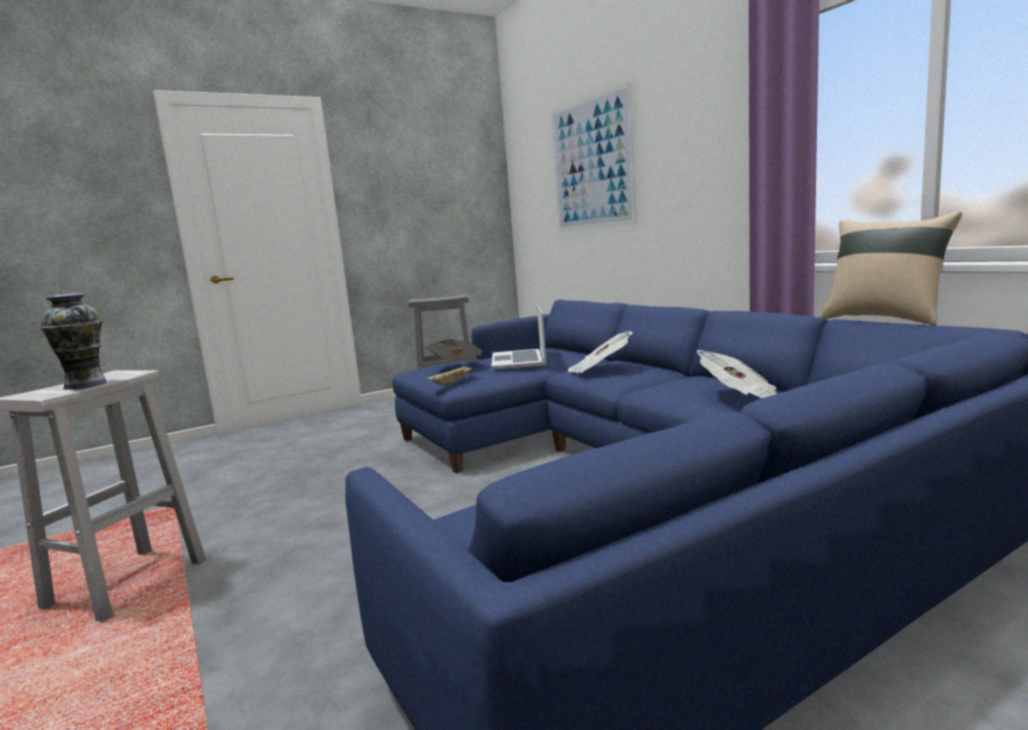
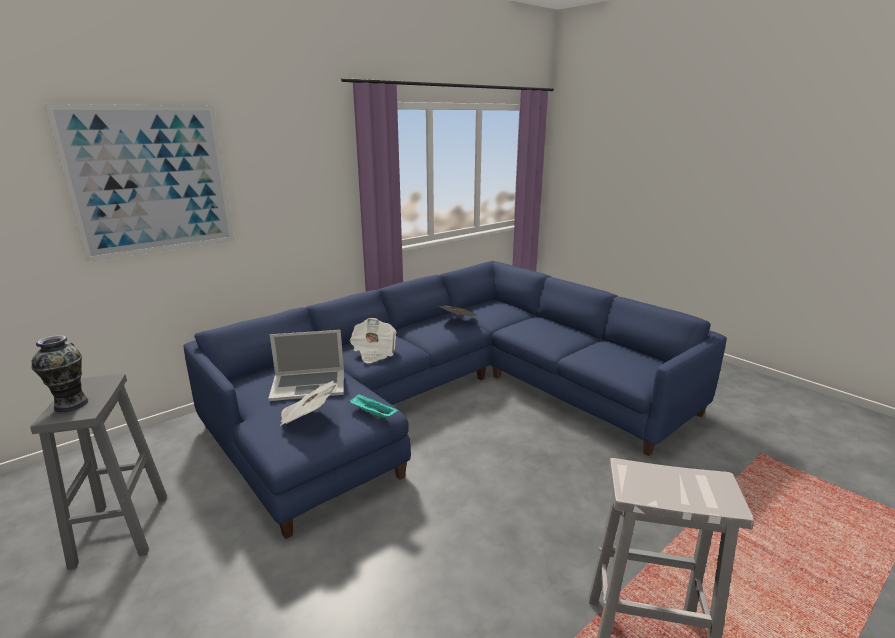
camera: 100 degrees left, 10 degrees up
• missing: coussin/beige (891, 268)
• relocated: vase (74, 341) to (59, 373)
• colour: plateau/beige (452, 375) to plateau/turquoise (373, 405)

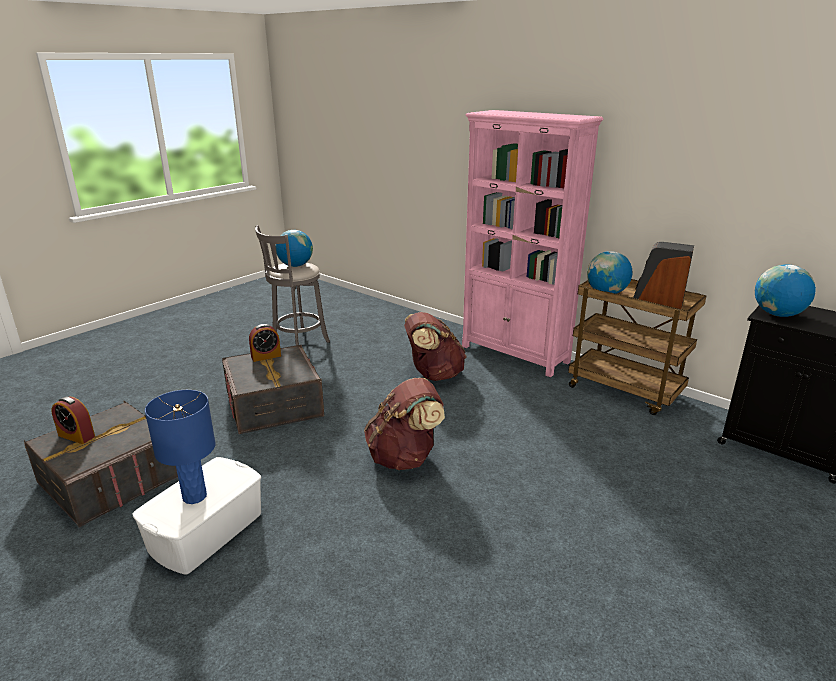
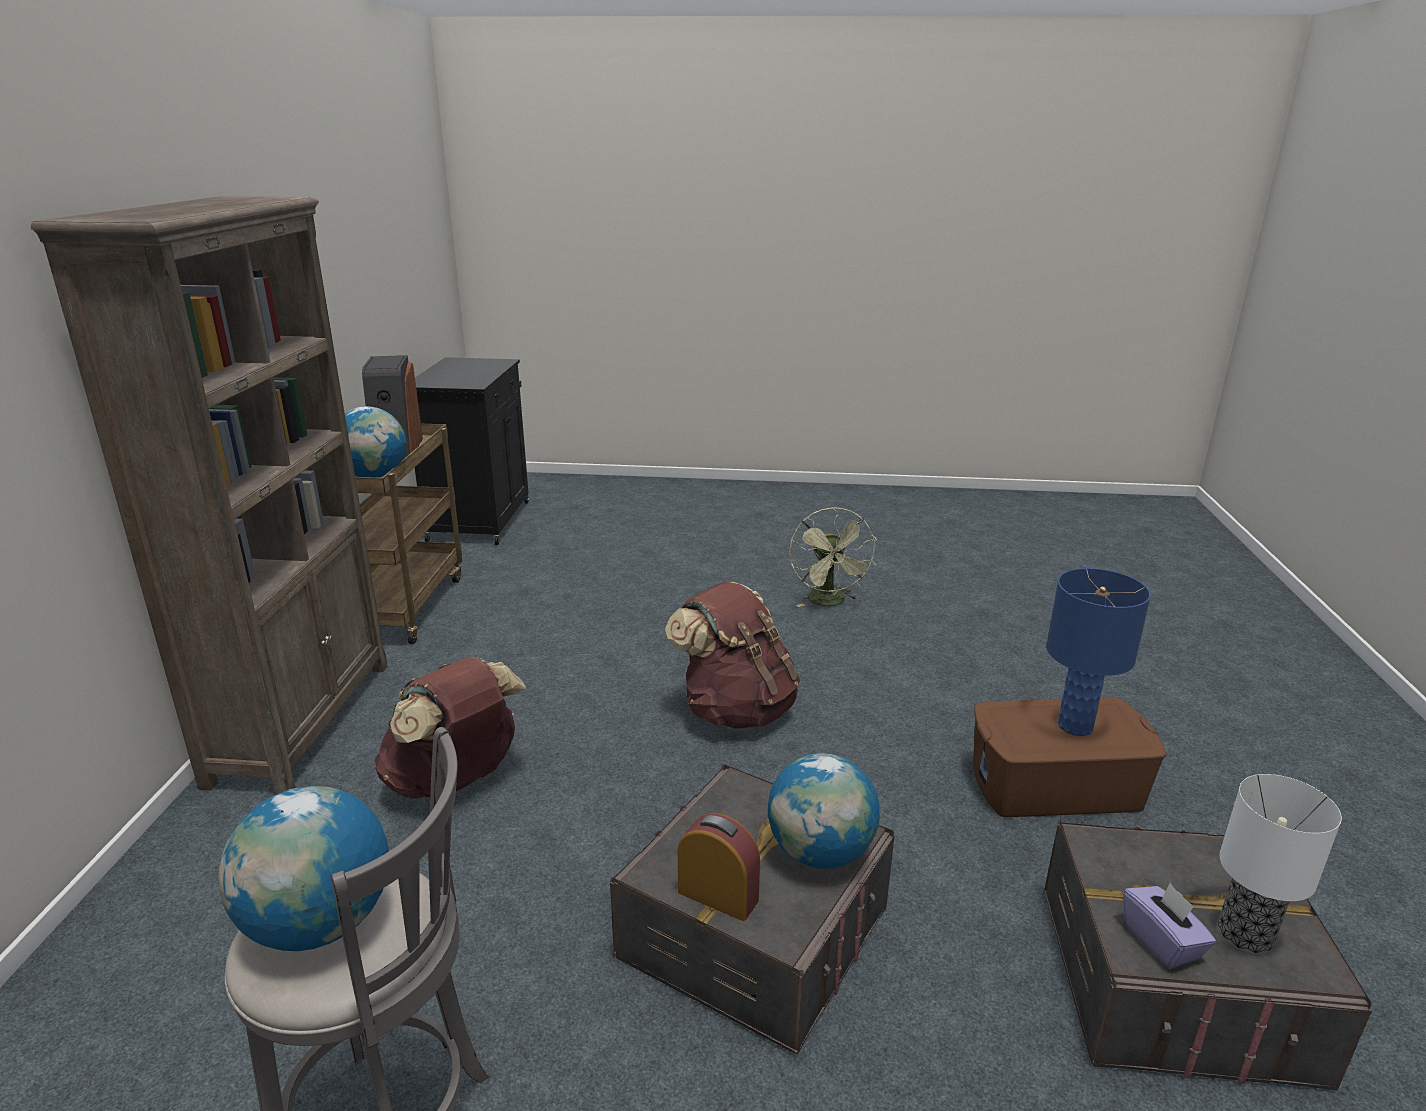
camera: 125 degrees left, 0 degrees up
• colour: bibliothèque/rose (532, 243) to bibliothèque/marron (209, 495)
• relocated: globe (785, 290) to (824, 811)
• exchanged: réveil (73, 420) to lampe de table (1280, 864)
• colour: boîte de rangement/blanc (196, 516) to boîte de rangement/marron (1069, 757)
• appeared: ventilateur/vert (833, 557)
• appeared: boîte à mouchoirs/violet (1169, 926)

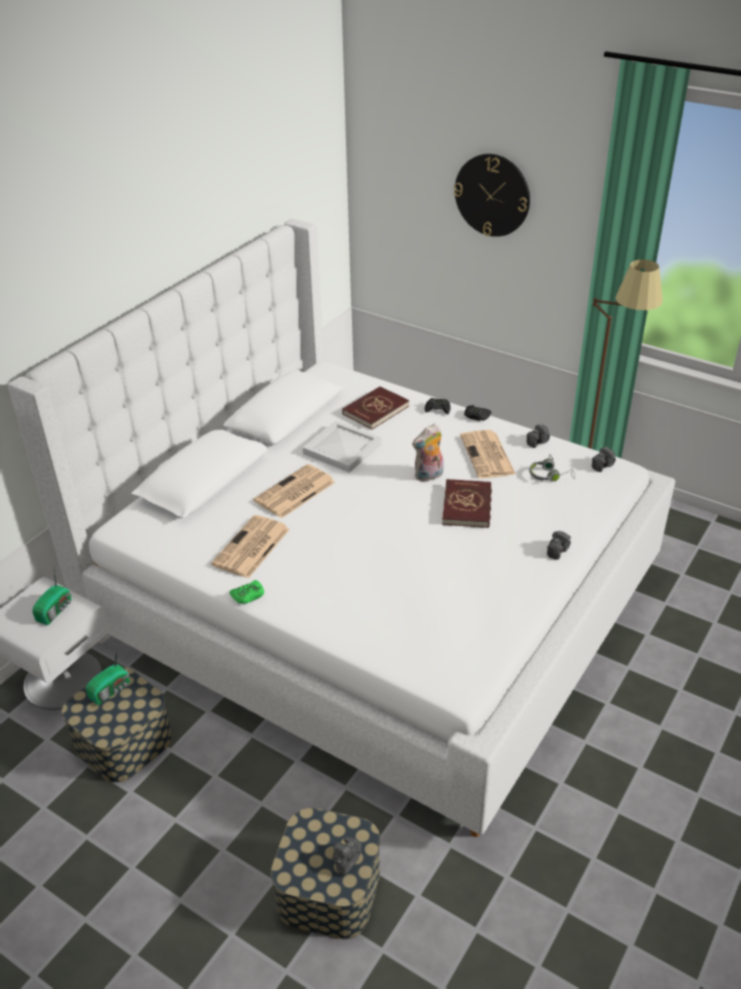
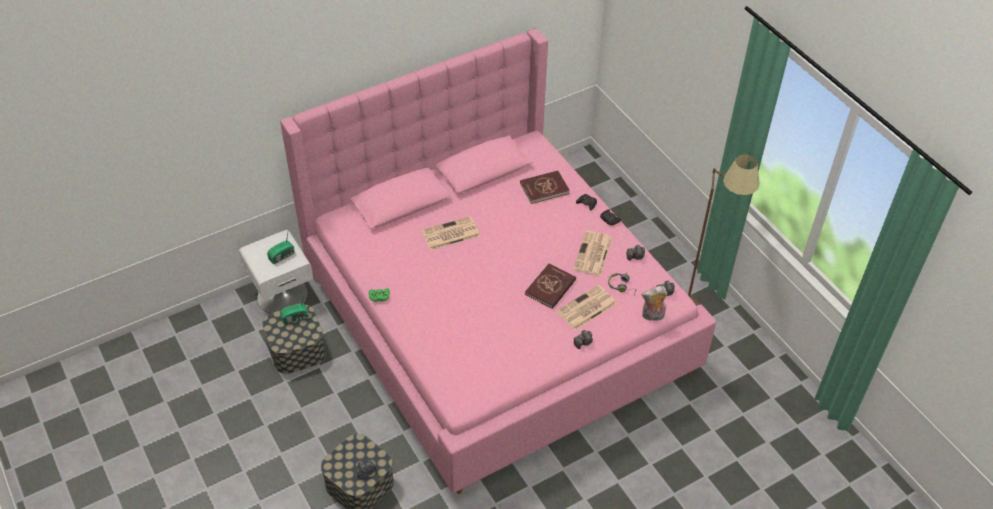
camera: 25 degrees right, 10 degrees up
• missing: horloge murale (492, 195)
• colour: lit/blanc (341, 528) to lit/rose (498, 261)
• missing: plateau/blanc (342, 447)
• relocated: peluche (427, 453) to (654, 303)
• relocated: journal (250, 546) to (586, 307)

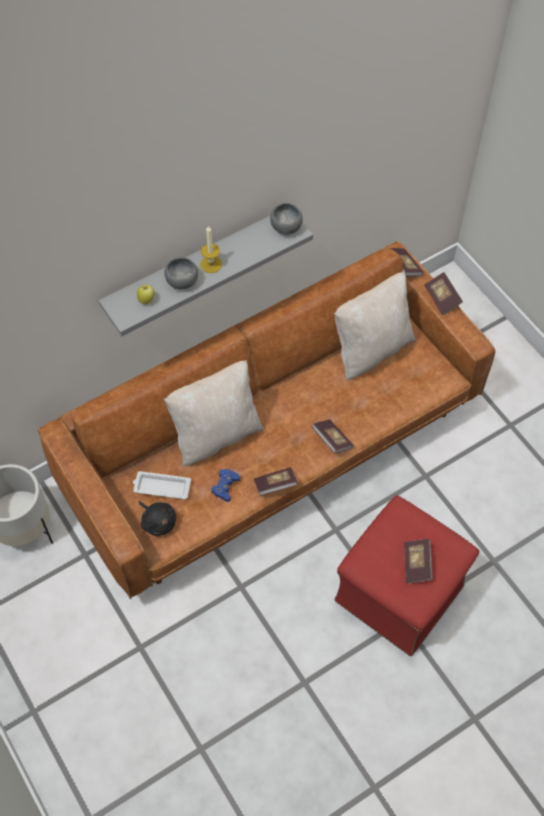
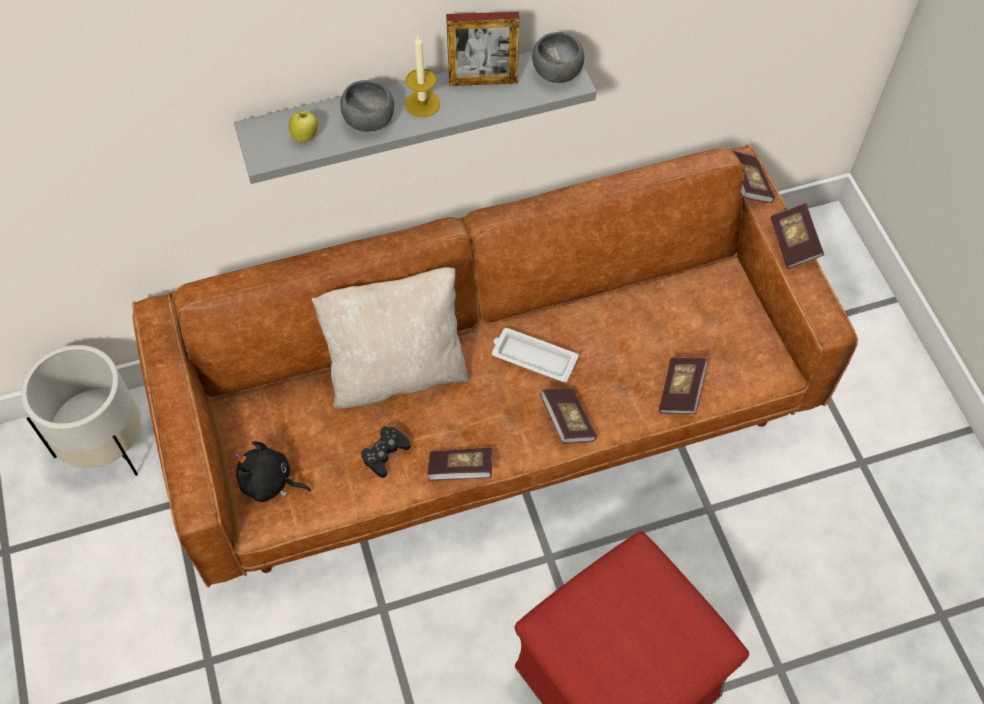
camera: 15 degrees right, 0 degrees up
• missing: coussin/beige (375, 326)
• colour: manette/bleu (225, 485) to manette/noir (385, 452)
• relocated: plateau/blanc (162, 485) to (535, 355)
• spun: peluche/noir (157, 518) = (273, 471) 135 degrees clockwise
• relocated: livre (418, 561) to (683, 386)
• appeared: cadre photo (482, 49)

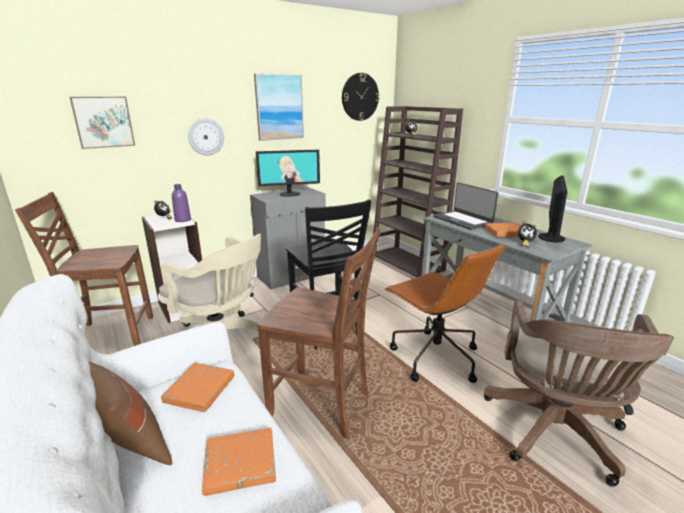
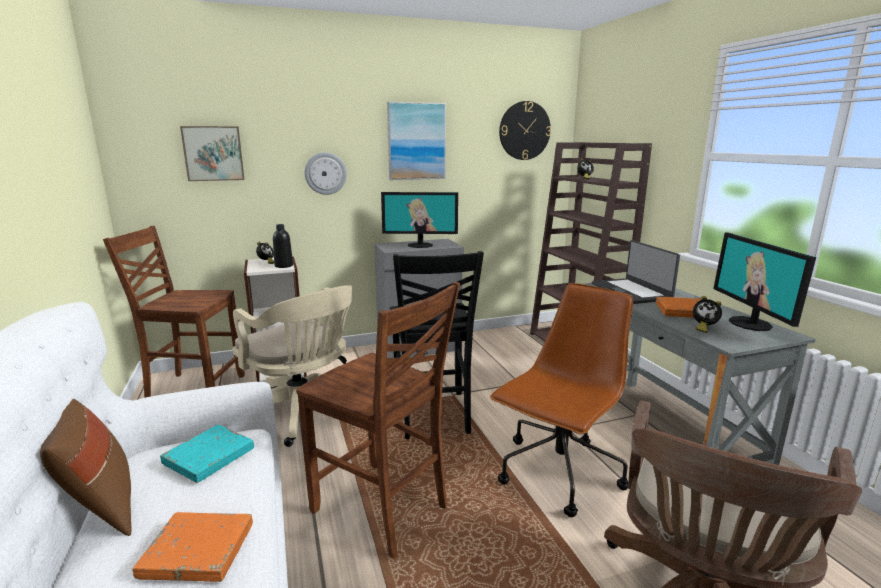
camera: 15 degrees right, 5 degrees down
• spun: écran d'ordinateur (552, 209) = (764, 282) 135 degrees clockwise
• colour: bouteille/violet (181, 203) to bouteille/noir (283, 246)
• spun: chaise de bureau/marron (444, 313) = (561, 400) 120 degrees counterclockwise
• colour: livre/orange (197, 387) to livre/turquoise (207, 454)

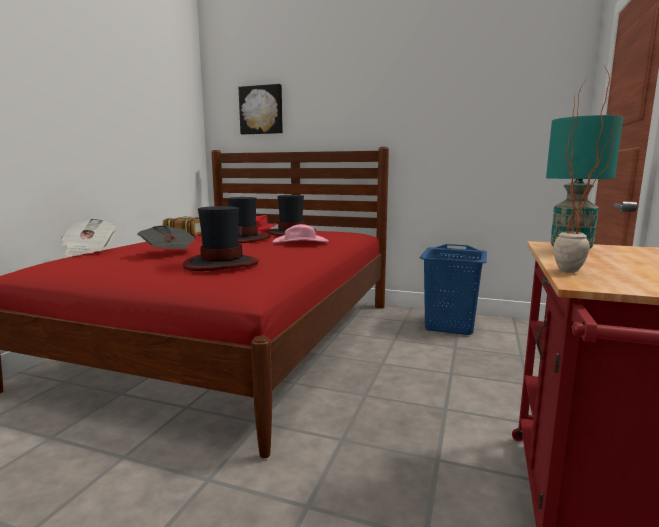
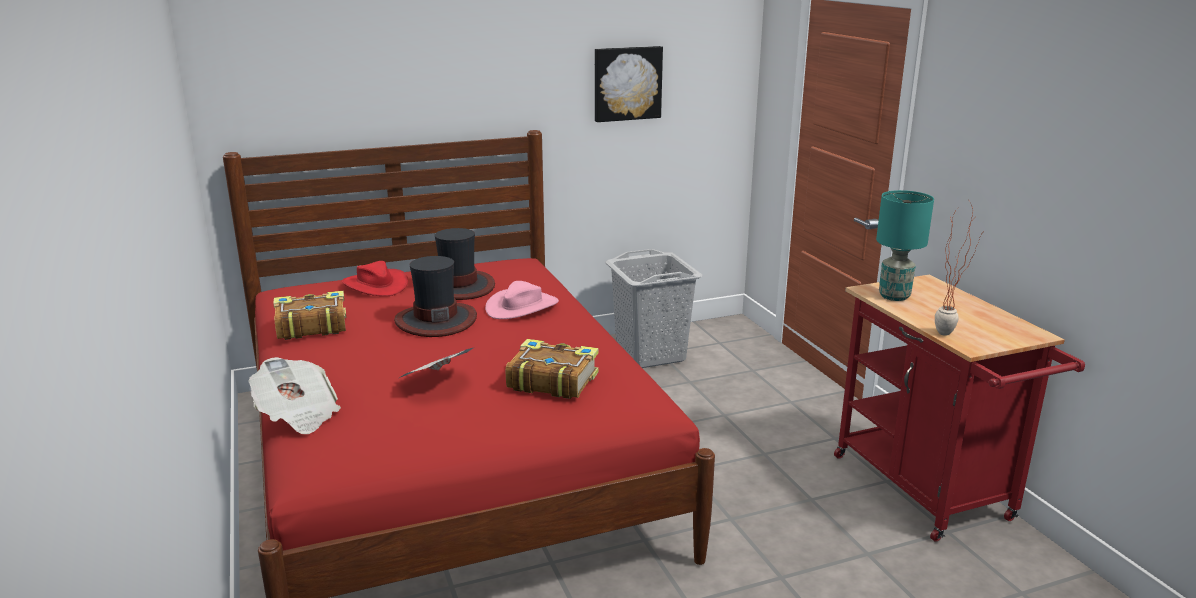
camera: 40 degrees left, 10 degrees up
• relocated: tableau (261, 109) to (629, 84)
• exchanged: chapeau (221, 238) to livre (552, 369)
• colour: panier à linge/bleu (453, 289) to panier à linge/gris (653, 308)

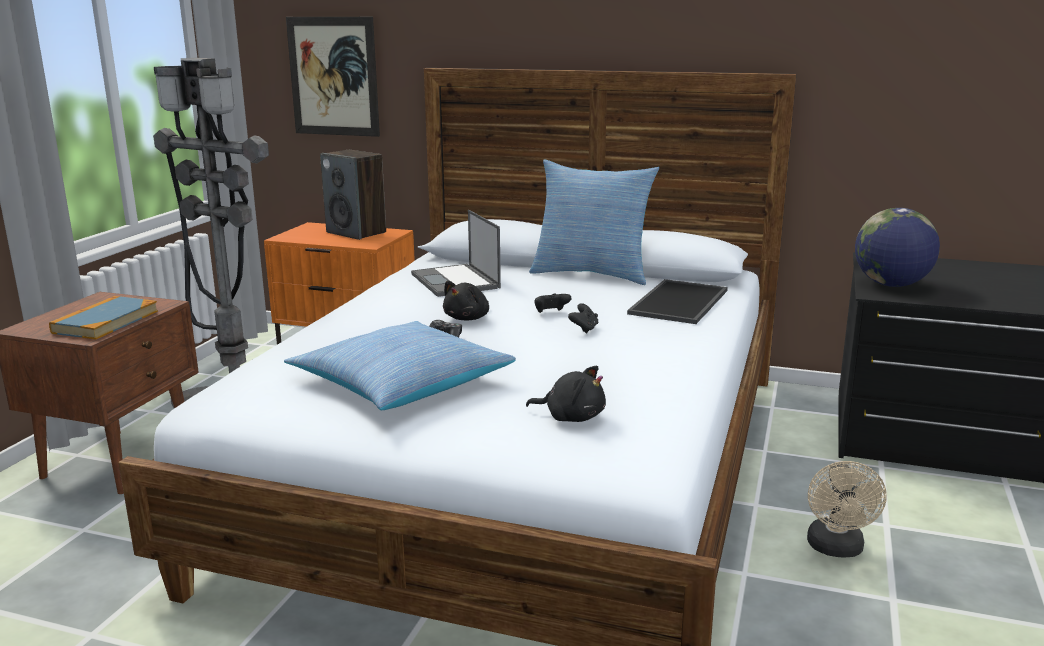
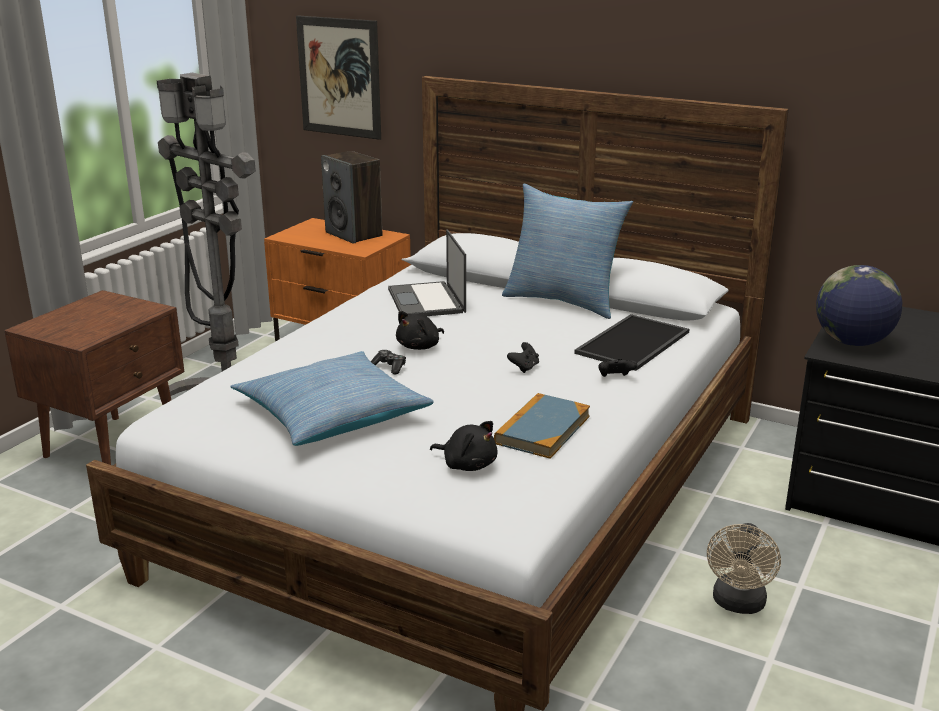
camera: 10 degrees right, 5 degrees up
• relocated: manette/noir (552, 303) to (617, 367)
• relocated: livre (103, 317) to (542, 426)

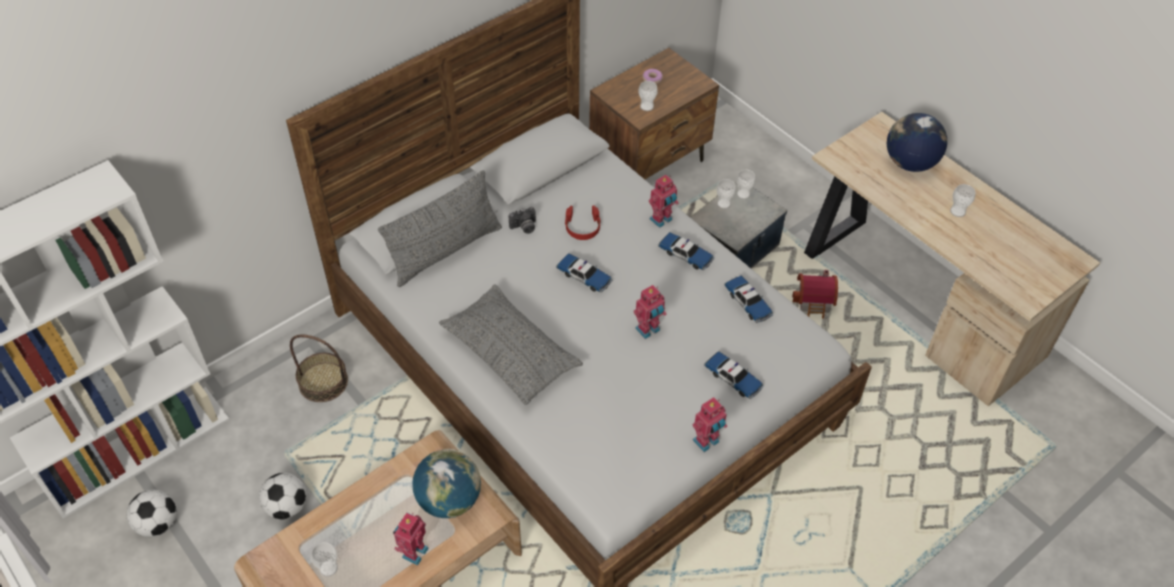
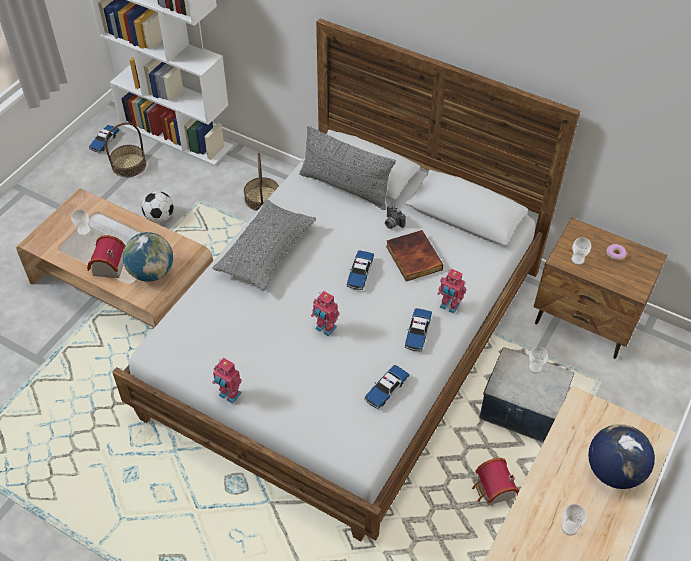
camera: 70 degrees right, 0 degrees up
• missing: tasse (746, 184)
• exchanged: casque audio/rouge (583, 222) to livre (414, 255)
• relocated: petite voiture (734, 375) to (104, 139)
• exchanged: ballon de foot (152, 513) to panier (125, 149)
• exchanged: robot jouet (411, 539) to maison miniature (106, 256)

